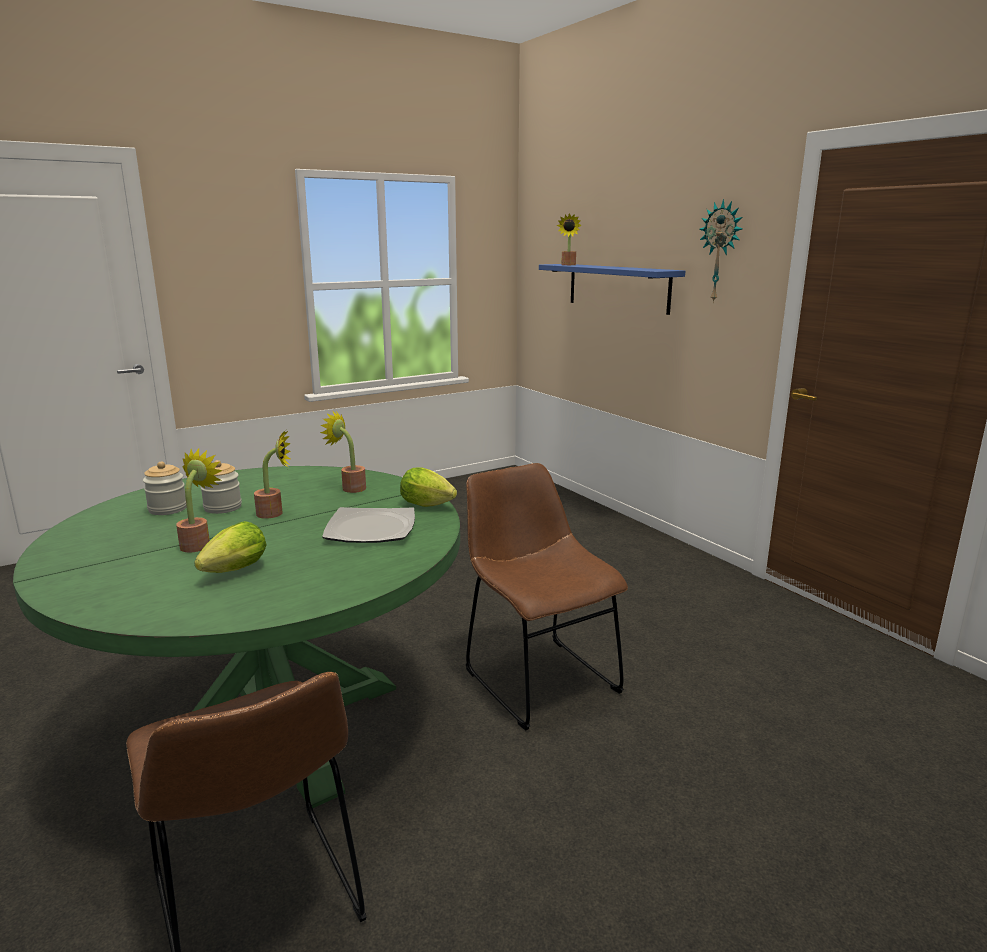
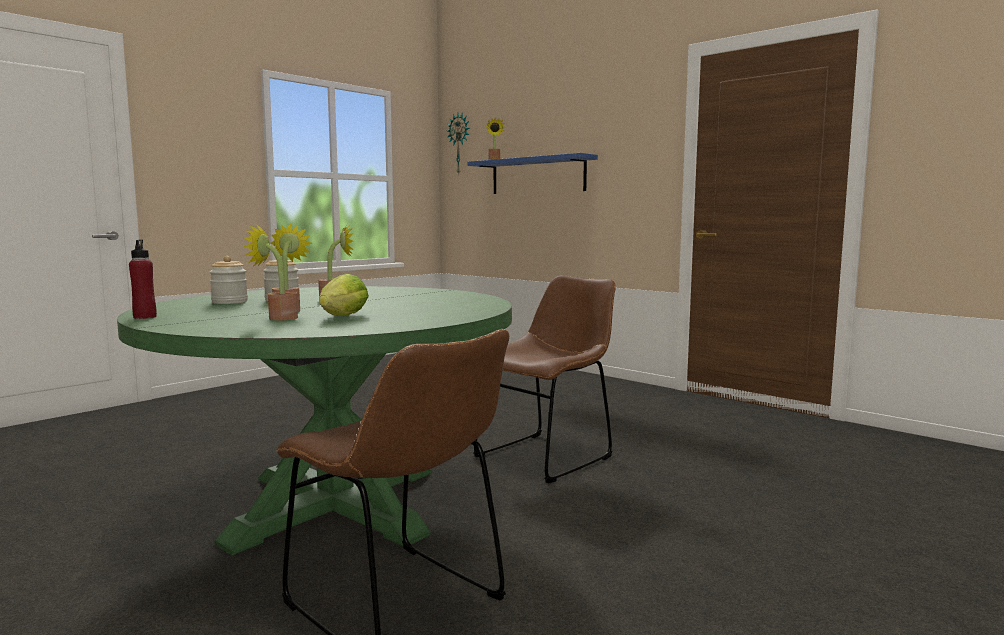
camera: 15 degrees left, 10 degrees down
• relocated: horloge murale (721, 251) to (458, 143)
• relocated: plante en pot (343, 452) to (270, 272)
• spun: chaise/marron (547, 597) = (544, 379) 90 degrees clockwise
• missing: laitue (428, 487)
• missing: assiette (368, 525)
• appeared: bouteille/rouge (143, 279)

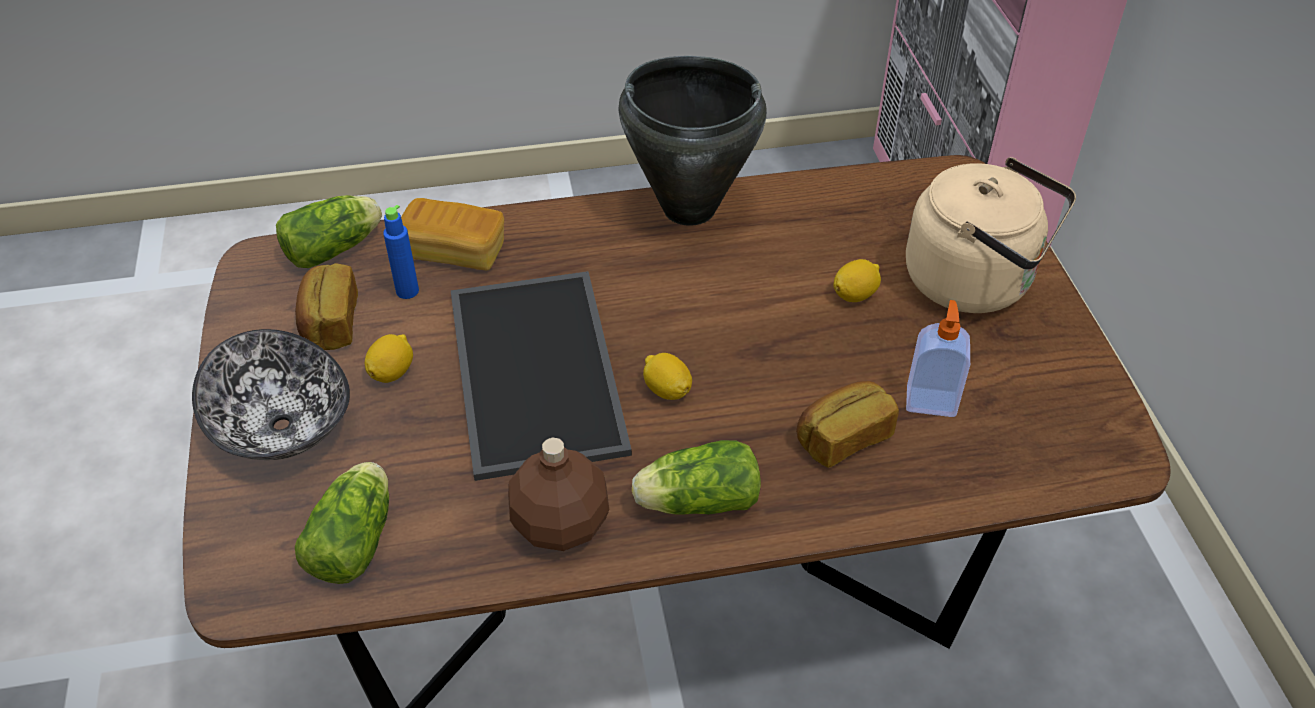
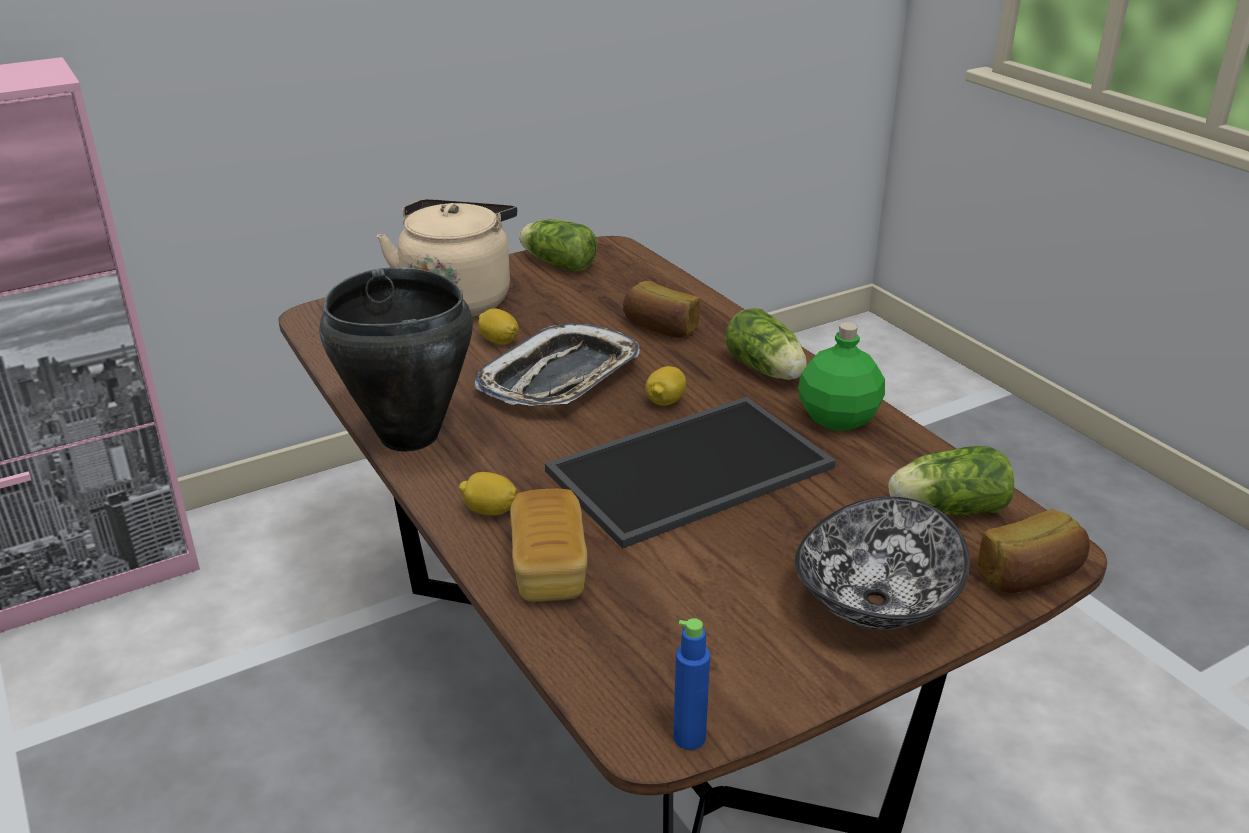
camera: 110 degrees left, 15 degrees down
• relocated: laitue (329, 231) to (558, 245)
• relocated: bouteille/bleu (401, 252) to (691, 684)
• relocated: pain (326, 306) to (1033, 551)
• missing: distributeur de savon (938, 358)
• relocated: citron (389, 358) to (488, 494)
• colour: bouteille/marron (558, 494) to bouteille/vert (841, 376)
• appeared: plateau (557, 364)

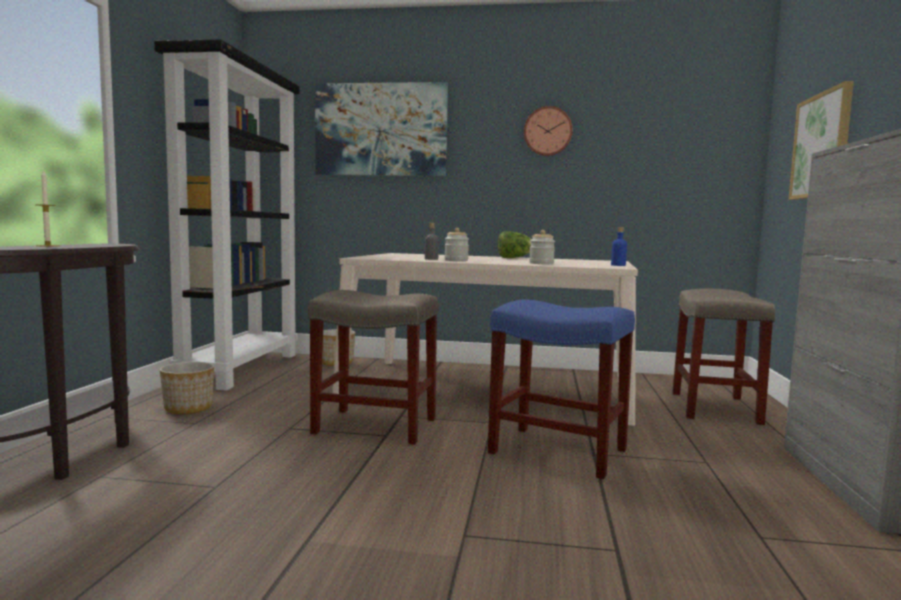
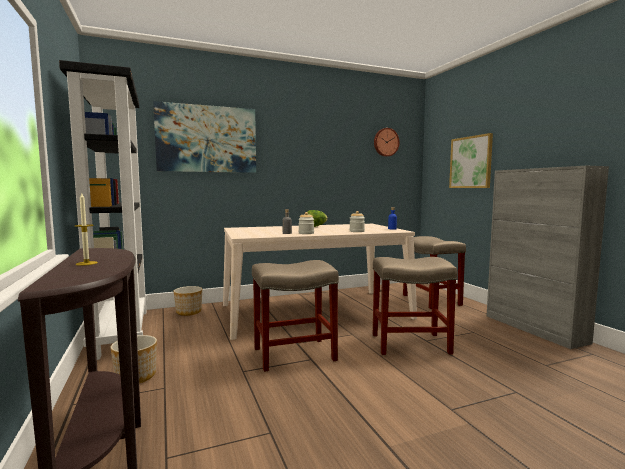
camera: 30 degrees left, 0 degrees up
• relocated: horloge murale (548, 131) to (387, 142)
• colour: tabouret/bleu (561, 389) to tabouret/beige (415, 306)

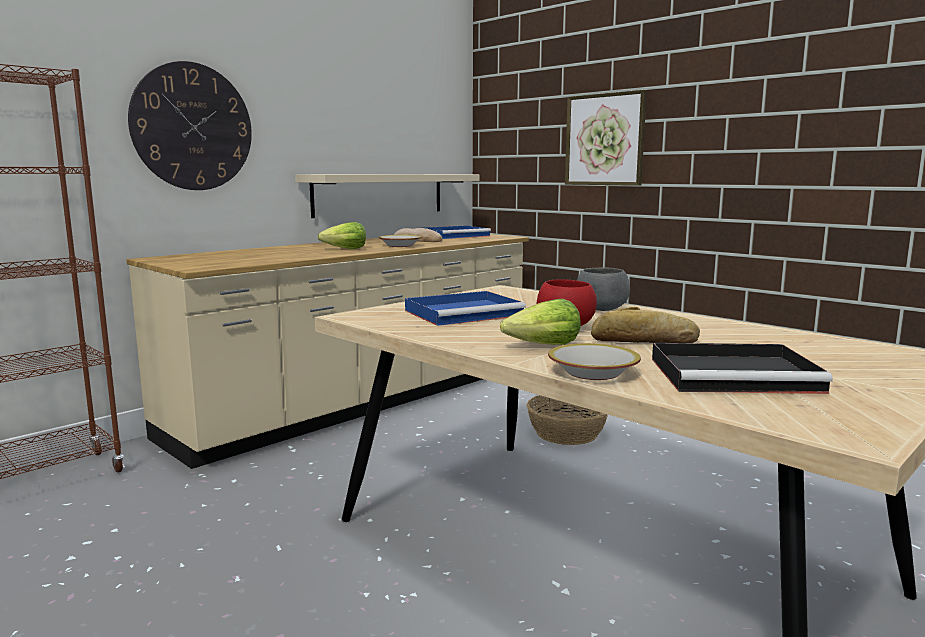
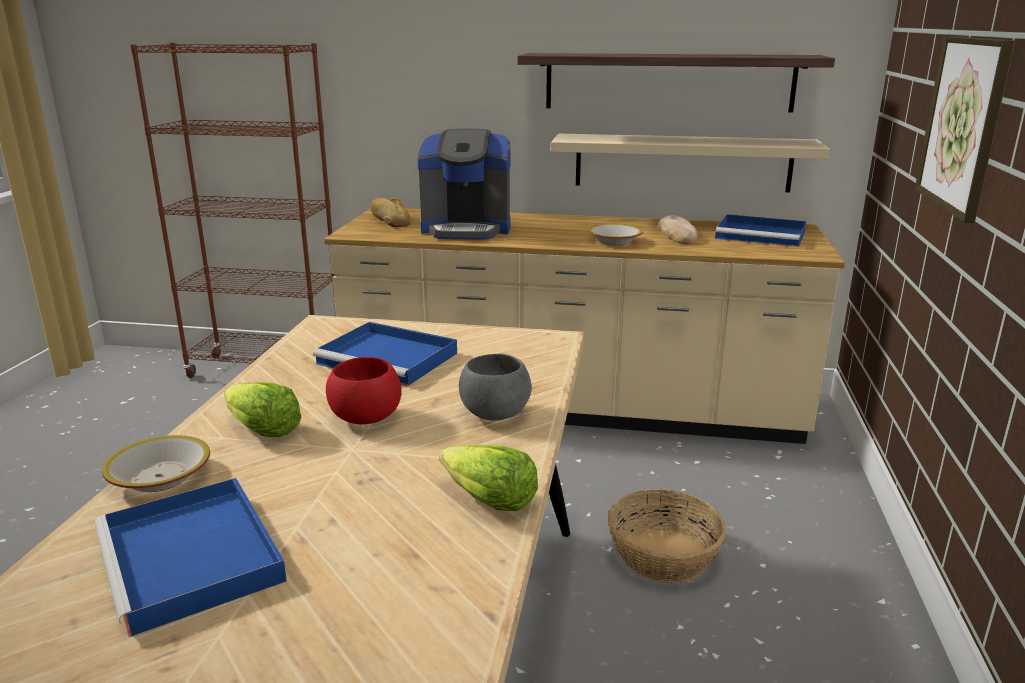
camera: 55 degrees right, 10 degrees up
• missing: horloge murale (190, 125)
• relocated: laitue (342, 235) to (488, 478)
• relocated: pain (645, 325) to (390, 212)
• colour: plateau/noir (742, 368) to plateau/bleu (190, 557)
• appeared: étagère (676, 83)
• appeared: machine à café (464, 184)

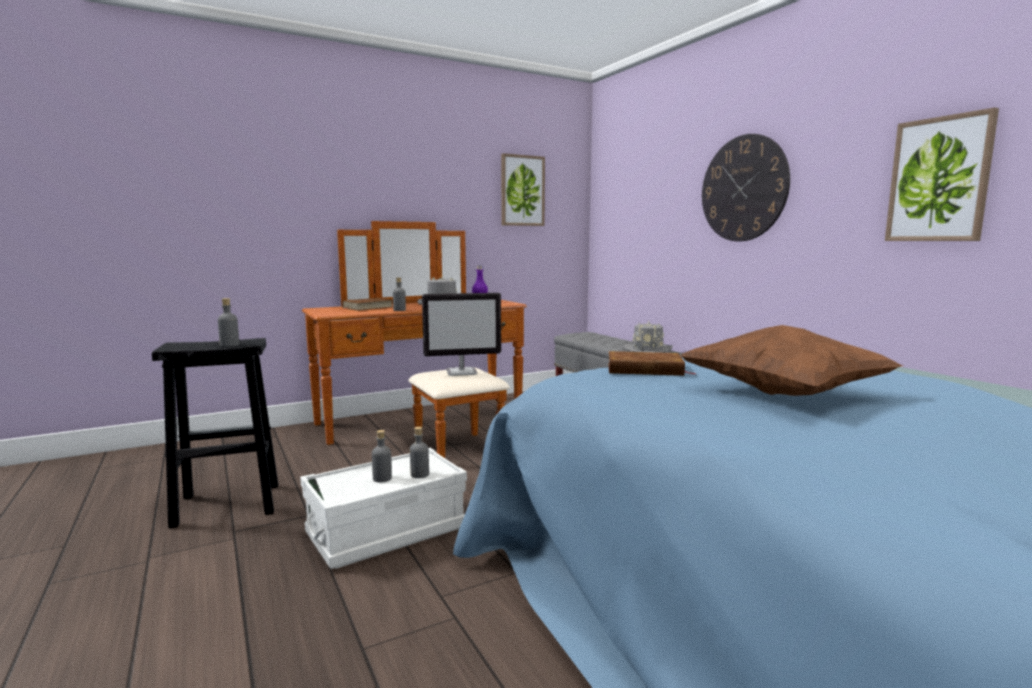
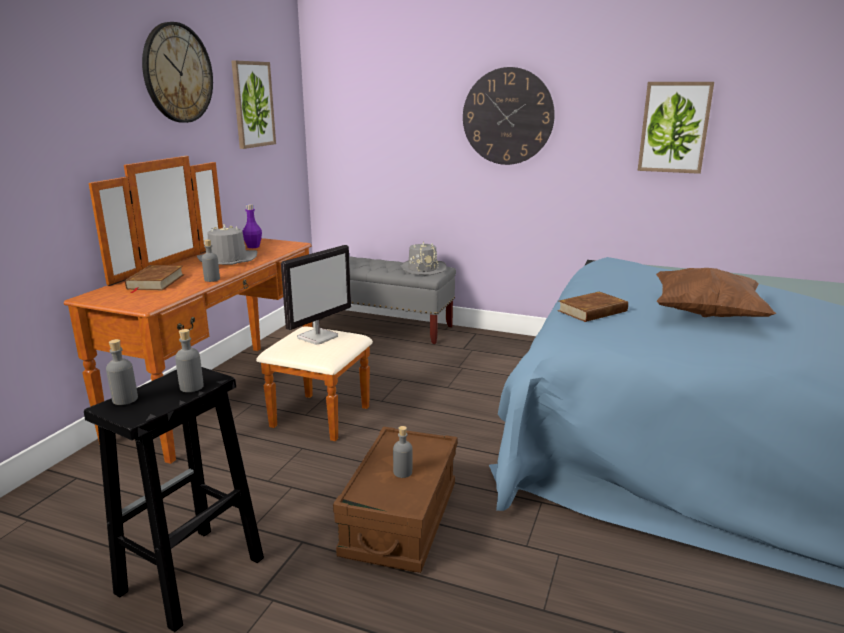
camera: 40 degrees left, 10 degrees up
• relocated: bouteille/gris (419, 452) to (122, 372)
• colour: boîte de rangement/blanc (383, 508) to boîte de rangement/marron (395, 499)
• appeared: horloge murale (177, 72)

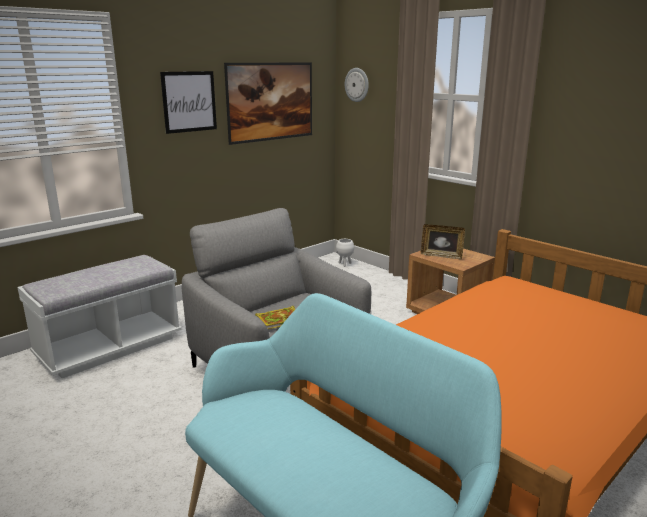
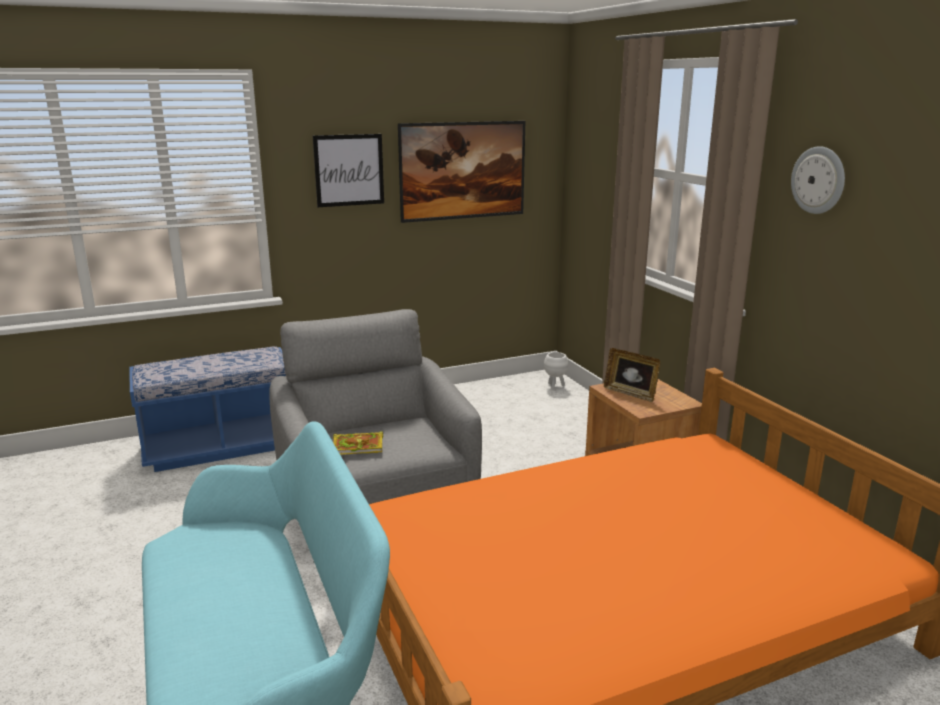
camera: 20 degrees right, 0 degrees up
• relocated: horloge murale (357, 85) to (818, 180)
• colour: banc/blanc (99, 316) to banc/bleu (207, 409)

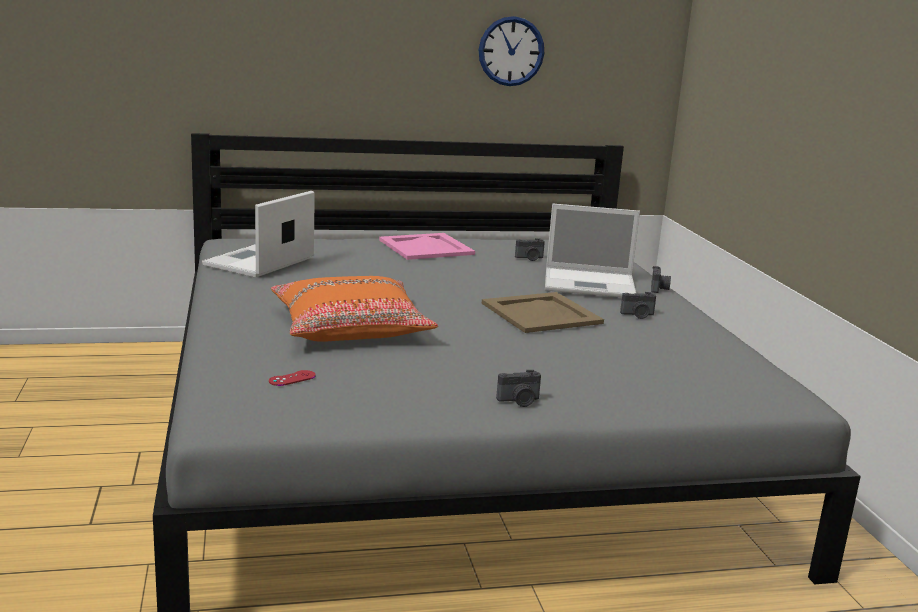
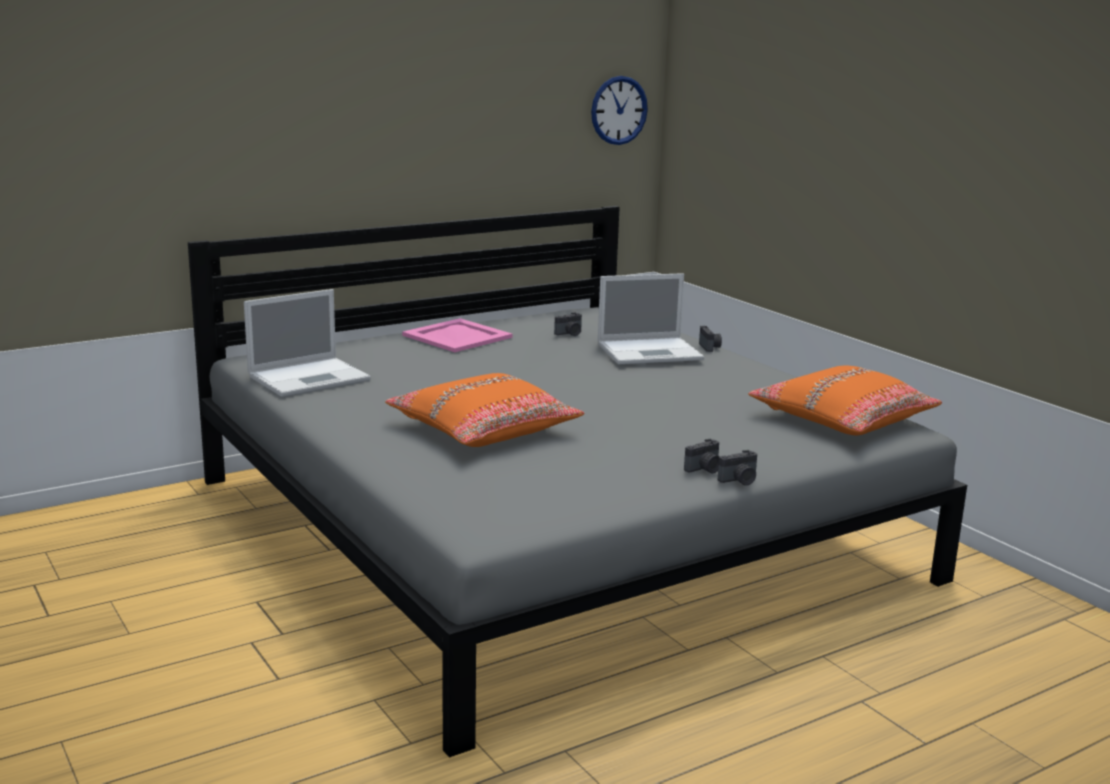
camera: 20 degrees left, 0 degrees up
• relocated: horloge murale (511, 51) to (619, 110)
• spun: ordinateur portable (258, 234) = (307, 343) 135 degrees counterclockwise
• missing: plateau/beige (543, 312)
• relocated: appareil photo (638, 305) to (737, 468)
• missing: manette/rouge (292, 378)
• appeared: coussin/orange (845, 400)

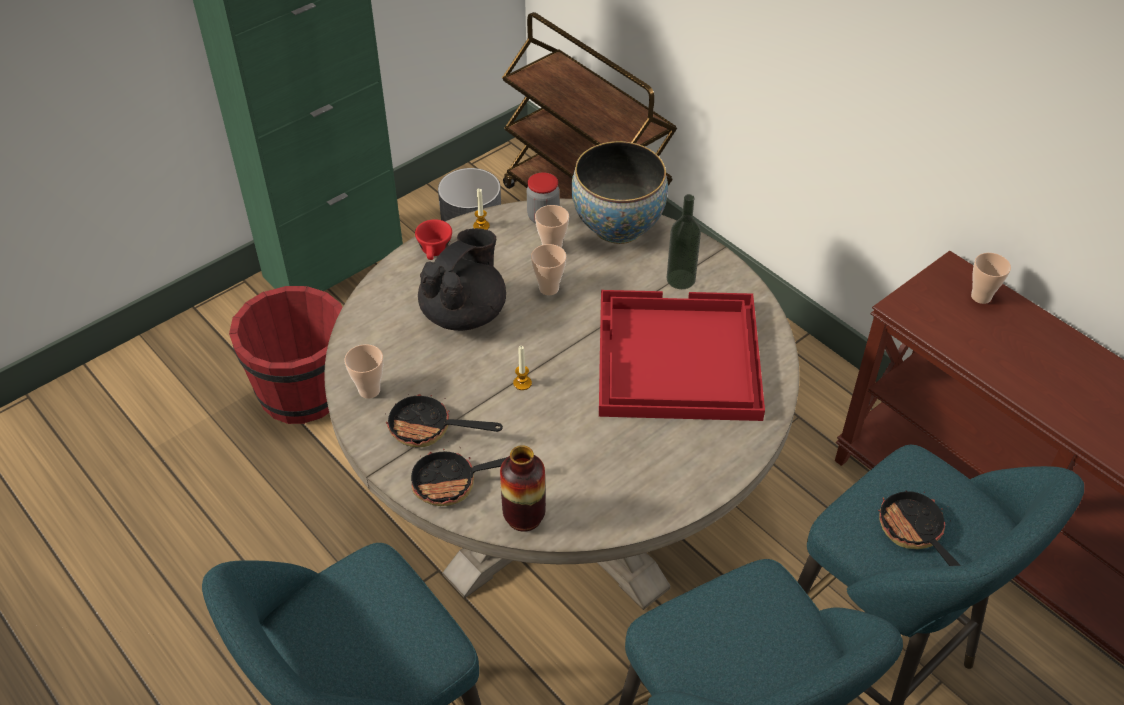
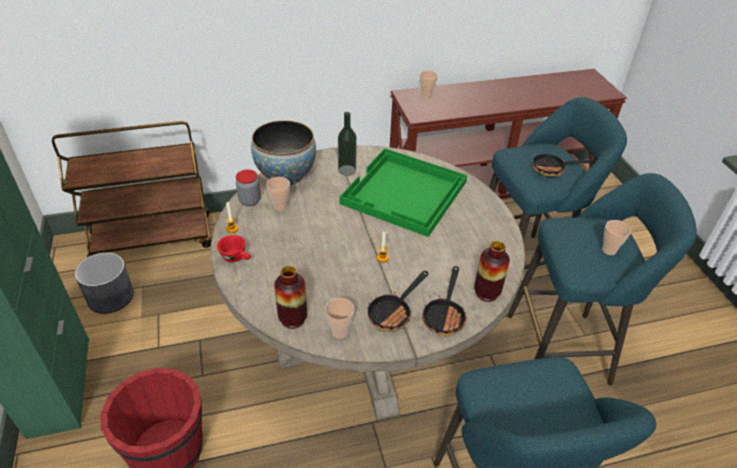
camera: 65 degrees left, 5 degrees down
• missing: théière/noir (462, 279)
• relocated: tasse (548, 269) to (616, 237)
• colour: plateau/rouge (682, 355) to plateau/vert (403, 192)
• appeared: vase (290, 297)

